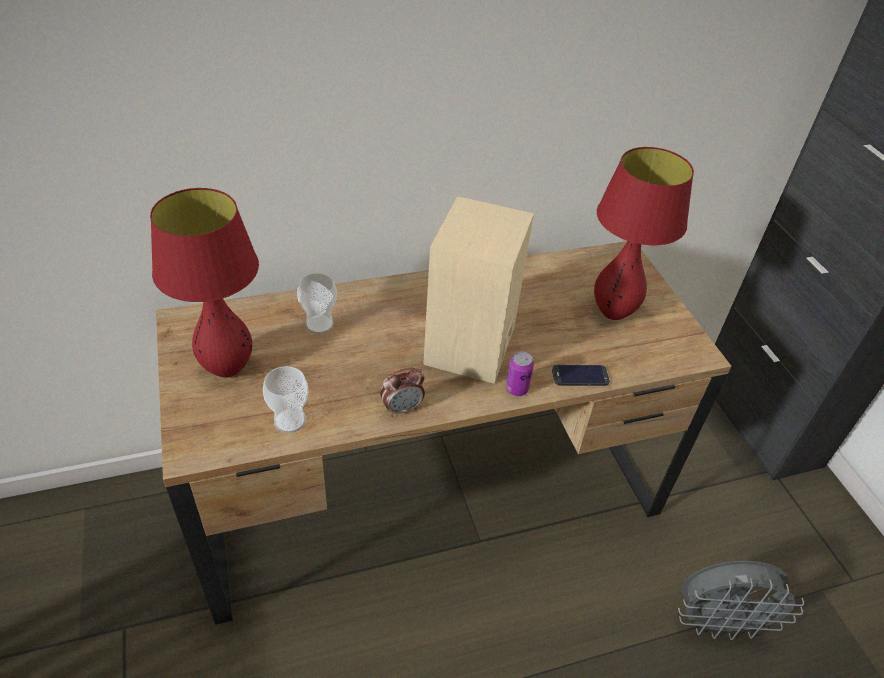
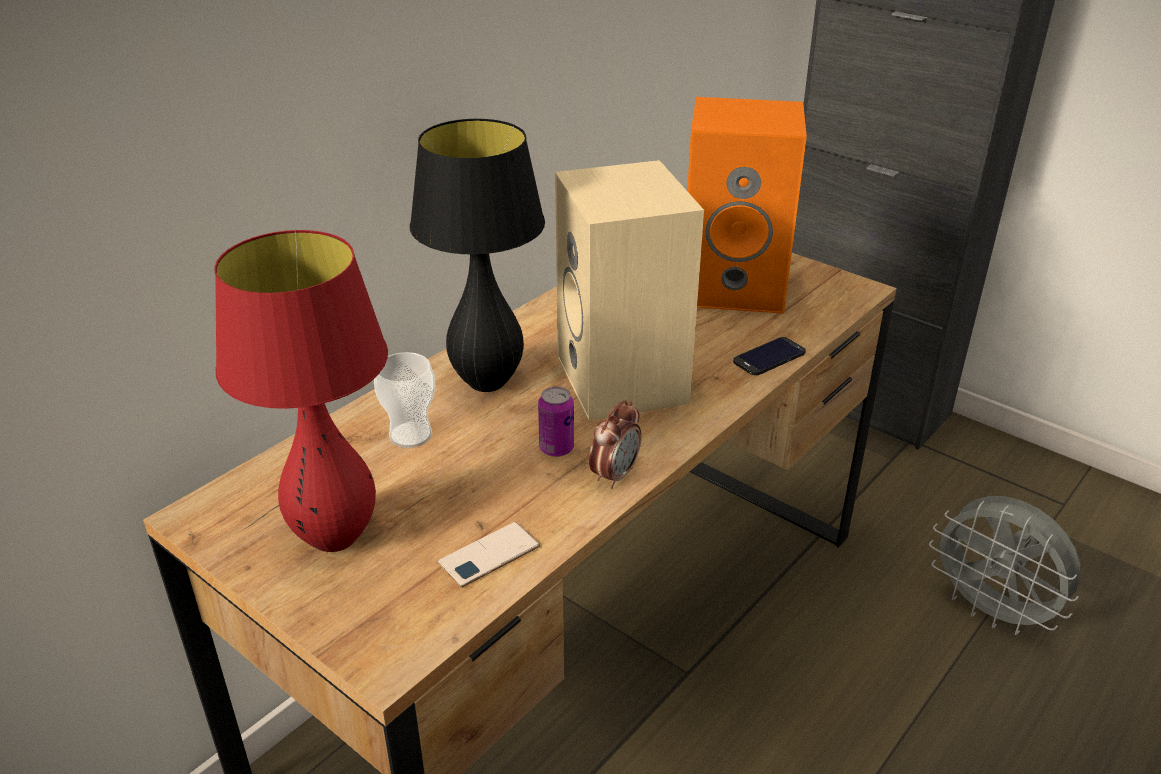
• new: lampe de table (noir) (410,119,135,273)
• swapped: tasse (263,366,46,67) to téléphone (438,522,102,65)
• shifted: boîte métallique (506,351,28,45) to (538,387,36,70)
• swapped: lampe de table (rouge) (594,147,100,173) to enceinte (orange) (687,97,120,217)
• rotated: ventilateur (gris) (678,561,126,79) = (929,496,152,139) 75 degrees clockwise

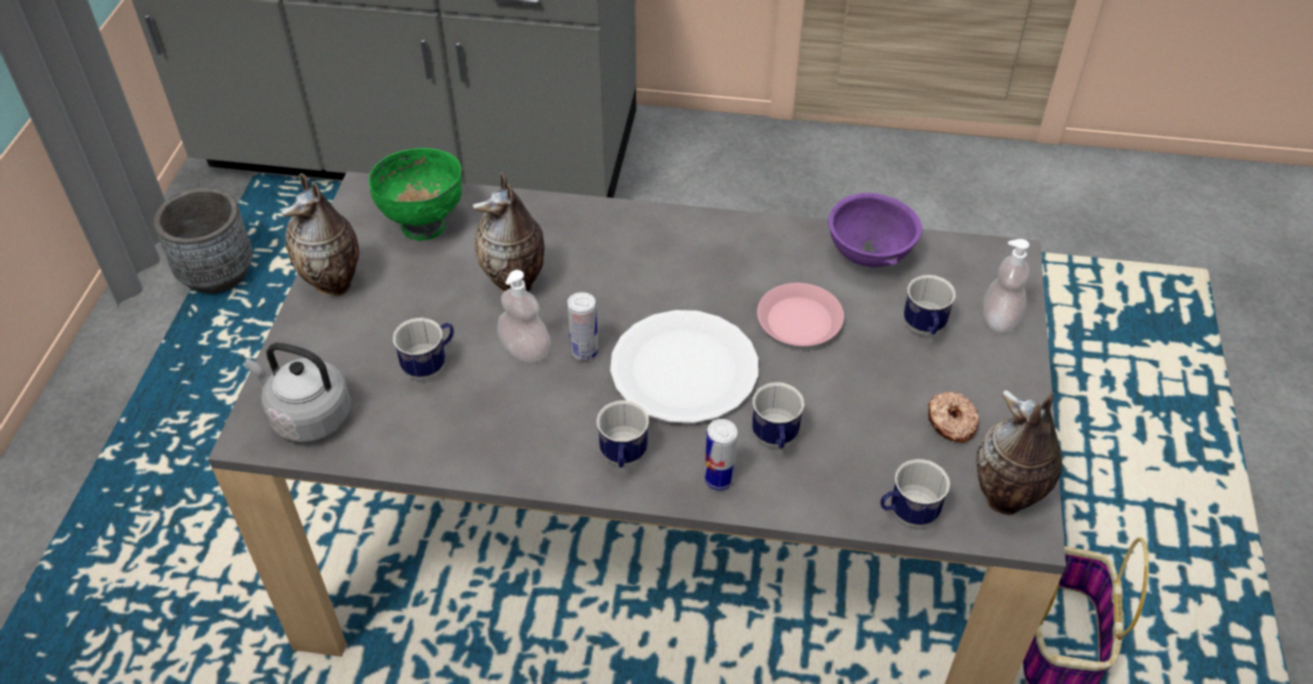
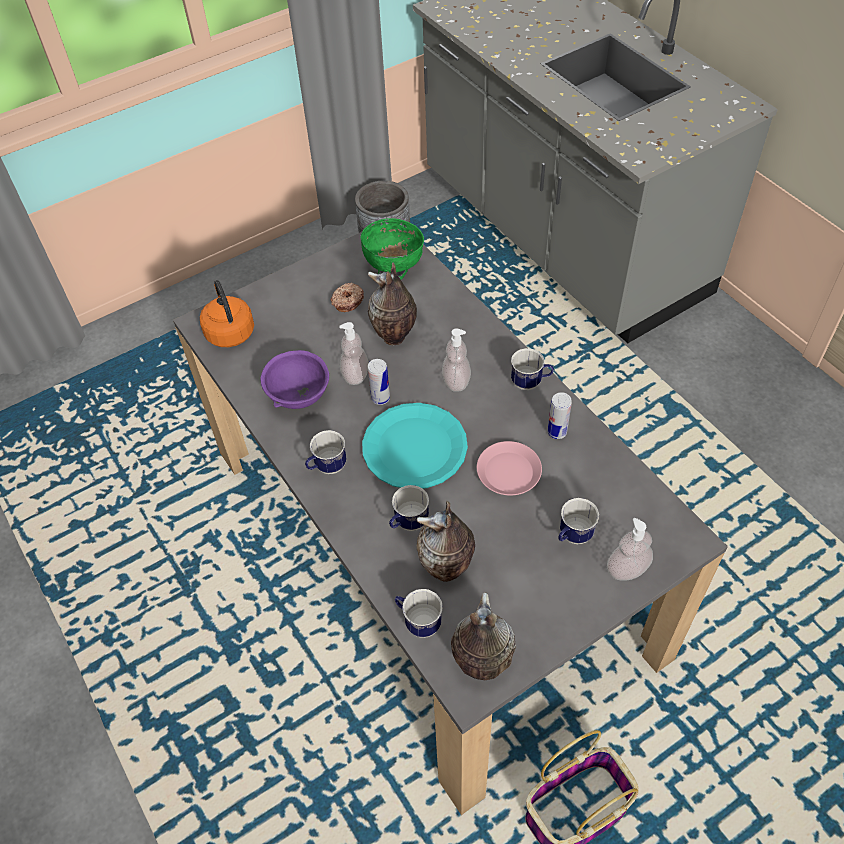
• repainted: bouilloire (gris) (245,343,106,99) to bouilloire (orange) (200,280,54,67)
• shifted: bol (violet) (828,193,94,74) to (260,350,69,59)
• shifted: beignet (928,392,51,51) to (331,282,33,30)
• repainted: assiette (blanc) (610,310,148,113) to assiette (turquoise) (362,403,106,86)
• shifted: vase (281,173,78,124) to (416,501,59,81)
• new: distributeur de savon (442,328,29,64)
• shifted: mug (393,318,61,62) to (511,348,43,42)
• shifted: boîte métallique (704,419,34,71) to (548,392,24,47)

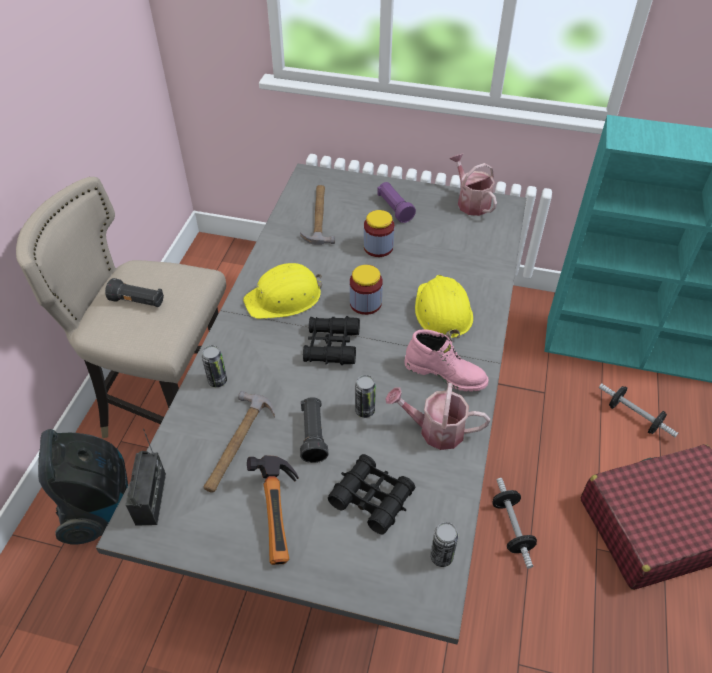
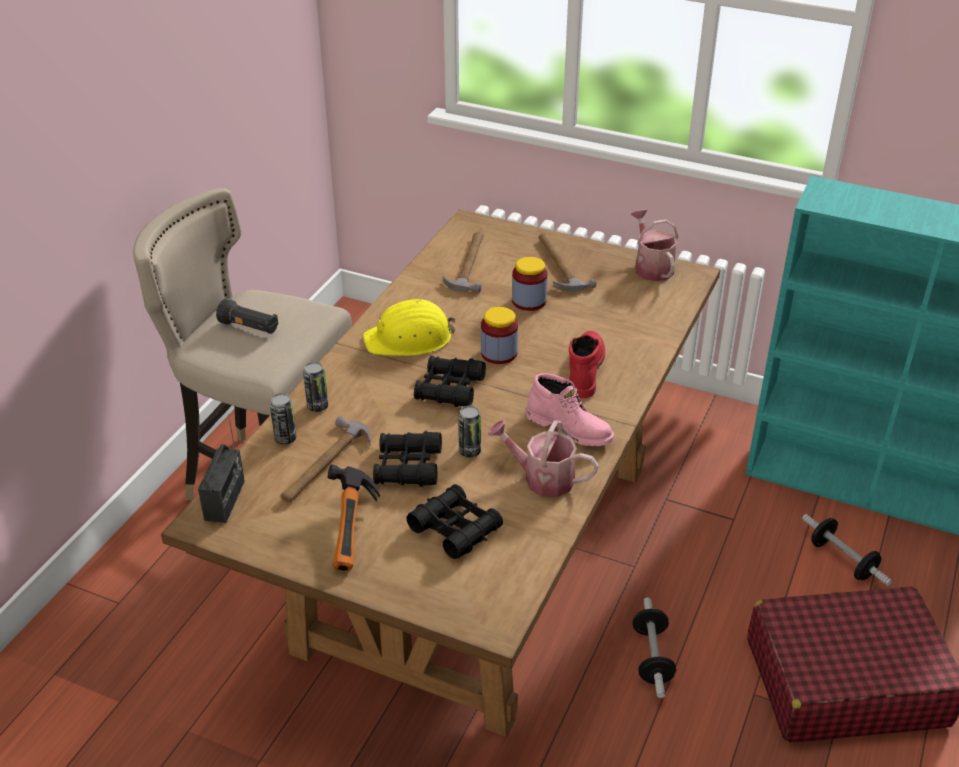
• repainted: table à manger (gris) (96,164,430,481) to table à manger (marron) (161,209,560,528)
• shifted: boîte métallique (430,522,28,45) to (270,393,27,51)
• swapped: lampe de poche (noir) (300,397,28,66) to jumelles (noir) (373,431,69,56)
• swapped: lampe de poche (violet) (377,182,39,41) to marteau (539,233,57,59)
• swapped: casque de chantier (jaune) (415,275,58,66) to botte (rouge) (569,331,36,68)
• gone: aspirateur (38,429,90,116)

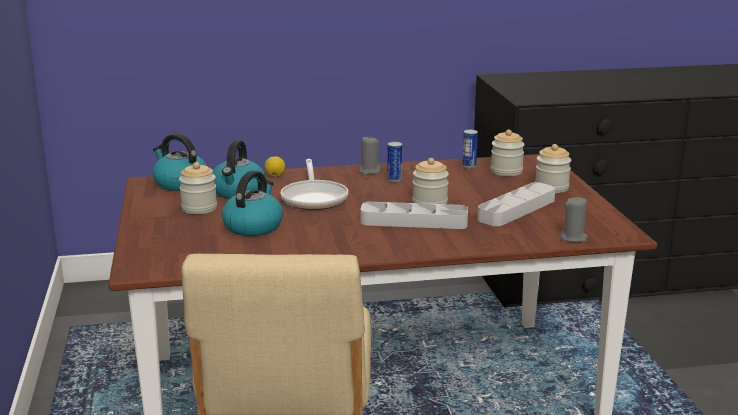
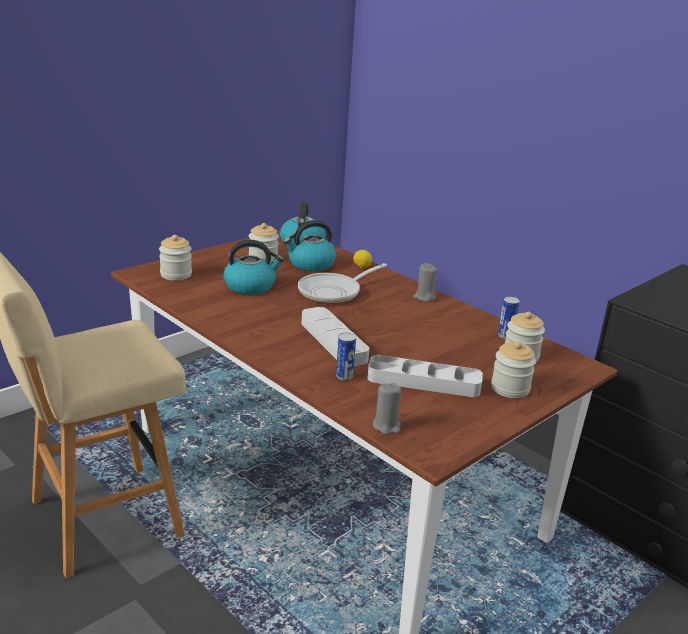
• shifted: bocal (412,158,37,46) to (159,235,33,46)
• shifted: boîte métallique (387,142,15,40) to (336,333,20,48)

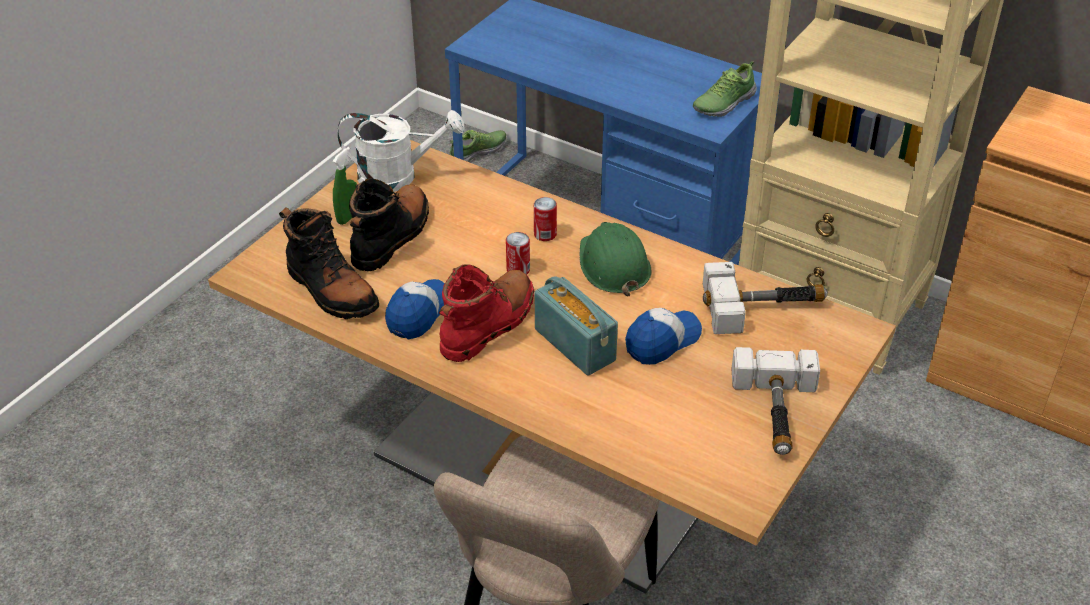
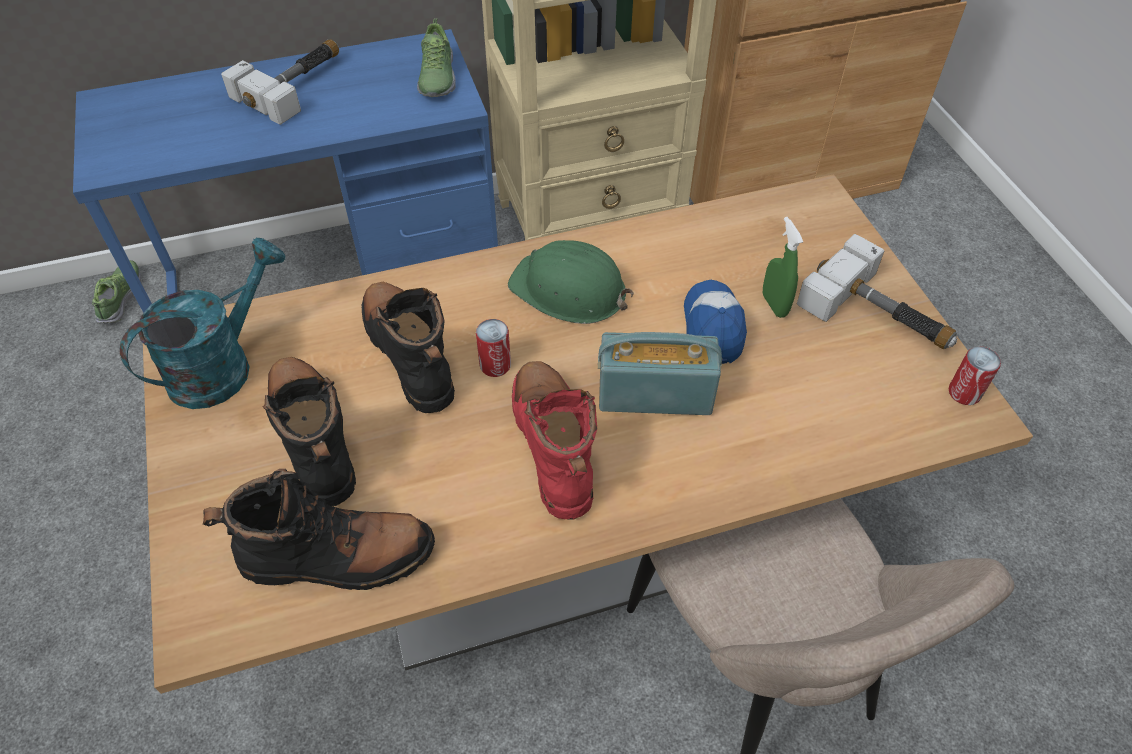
• repainted: arrosoir (blanc) (337,110,128,82) to arrosoir (turquoise) (120,238,166,171)
• shifted: marteau (703,262,125,72) to (221,39,118,86)
• new: botte (noir) (362,281,93,132)
• shifted: vaporisateur (vert) (332,147,25,78) to (763,217,40,101)
• shifted: boîte métallique (534,197,23,44) to (948,346,53,59)
• gone: casquette (385,279,60,60)

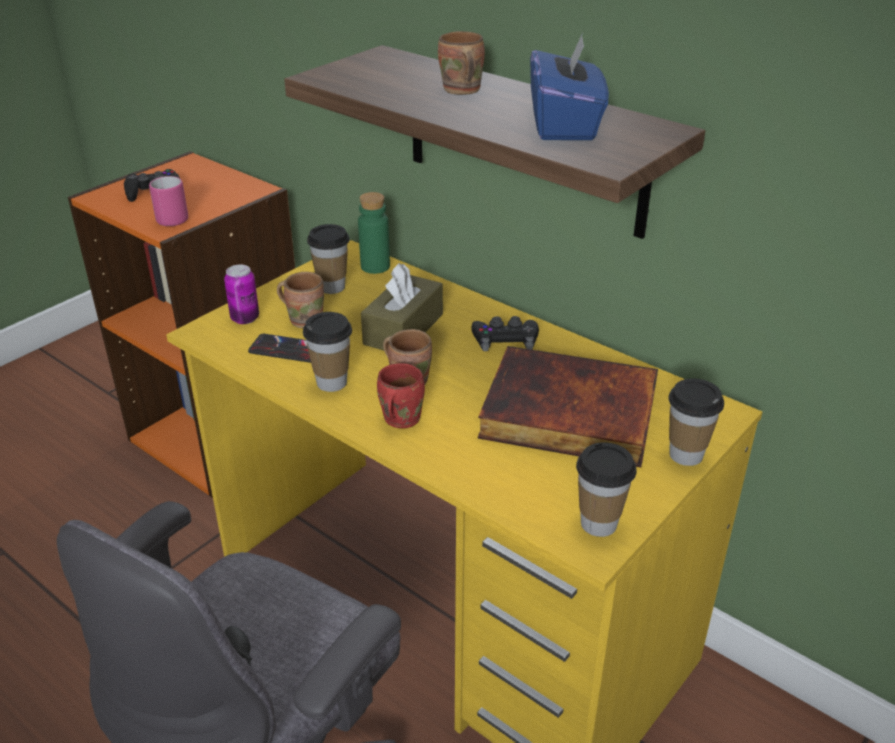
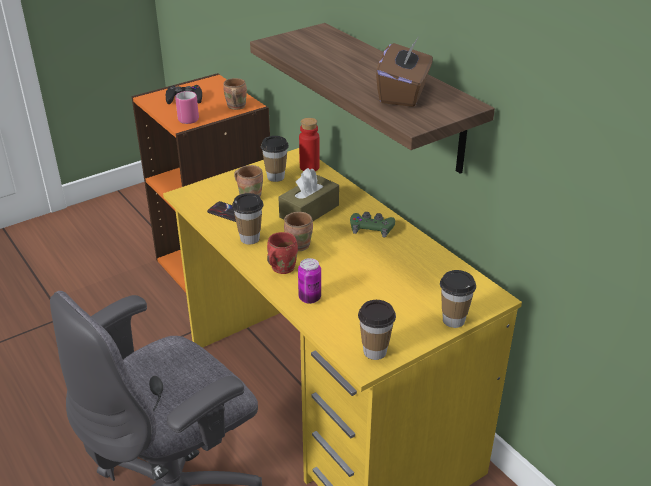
• shifted: mug (marron) (438,31,47,64) to (223,78,24,32)
• shifted: boîte métallique (224,265,35,59) to (298,258,23,46)
• repainted: bouteille (vert) (358,192,32,82) to bouteille (rouge) (299,118,21,53)
• repainted: manette (noir) (472,316,67,35) to manette (vert) (350,212,45,25)
• repainted: boîte à mouchoirs (bleu) (530,33,79,107) to boîte à mouchoirs (marron) (376,38,57,69)
• gone: livre (478,346,180,121)

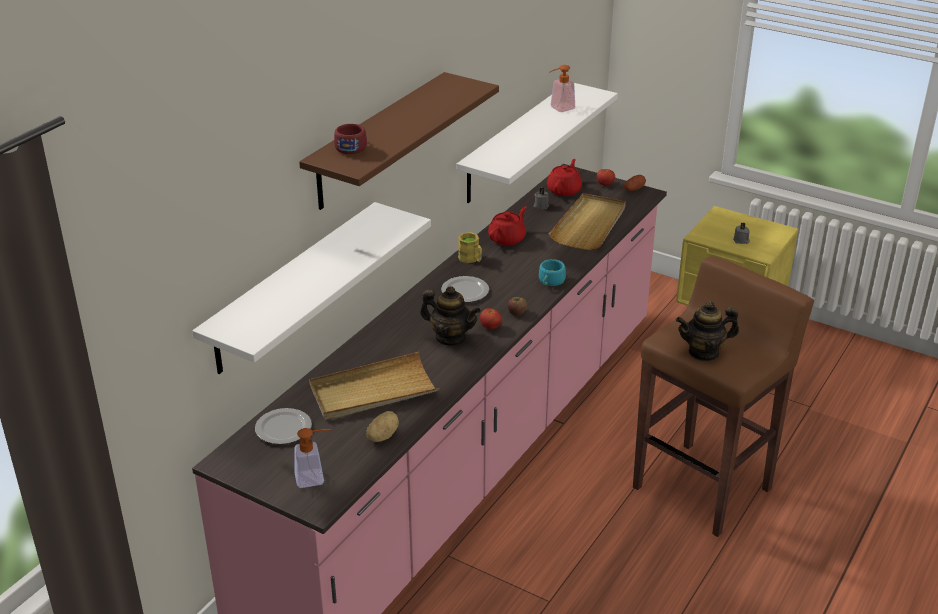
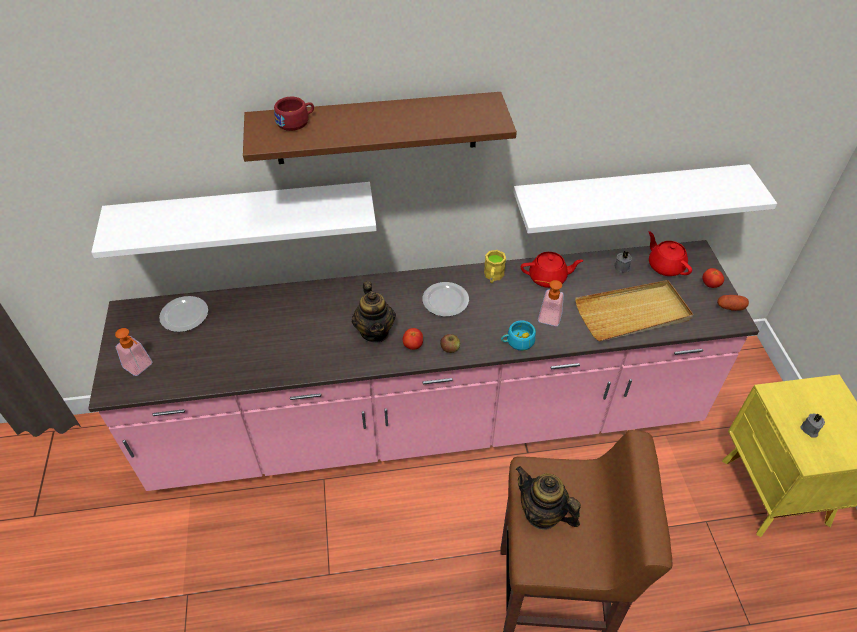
• shifted: distributeur de savon (549,65,26,47) to (535,280,29,46)
• rotated: théière (rouge) (547,159,35,37) = (649,231,43,45) 105 degrees counterclockwise
• gone: plateau (beige) (309,352,130,68)
• gone: pomme de terre (366,411,33,31)

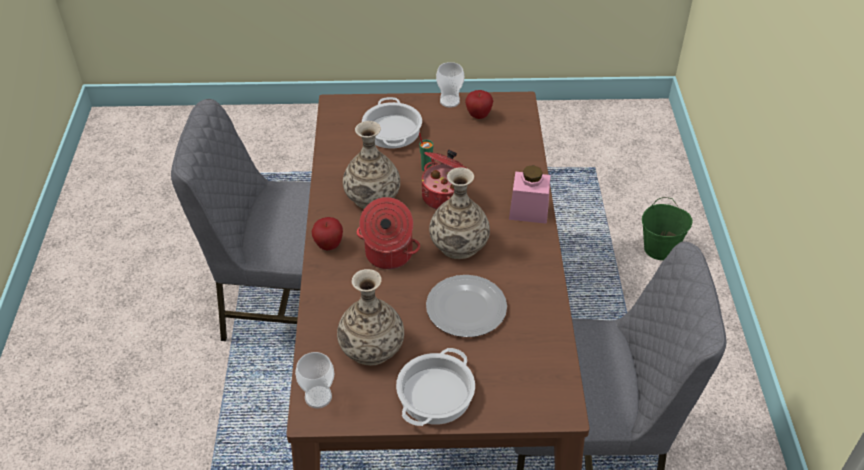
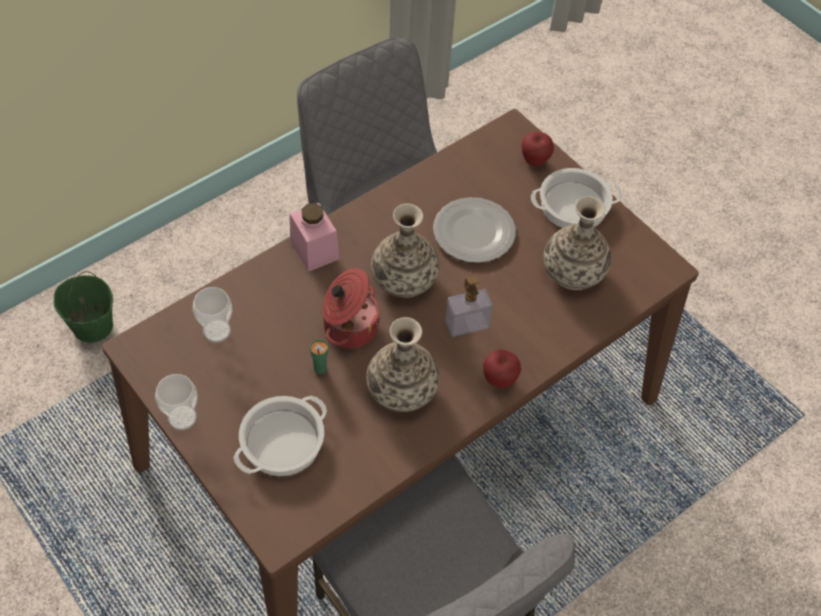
• shifted: tasse (295,352,39,56) to (193,287,39,56)
• swapped: marmite (357,197,63,72) to distributeur de savon (445,276,47,61)
• shifted: pomme (465,90,28,29) to (521,131,33,35)

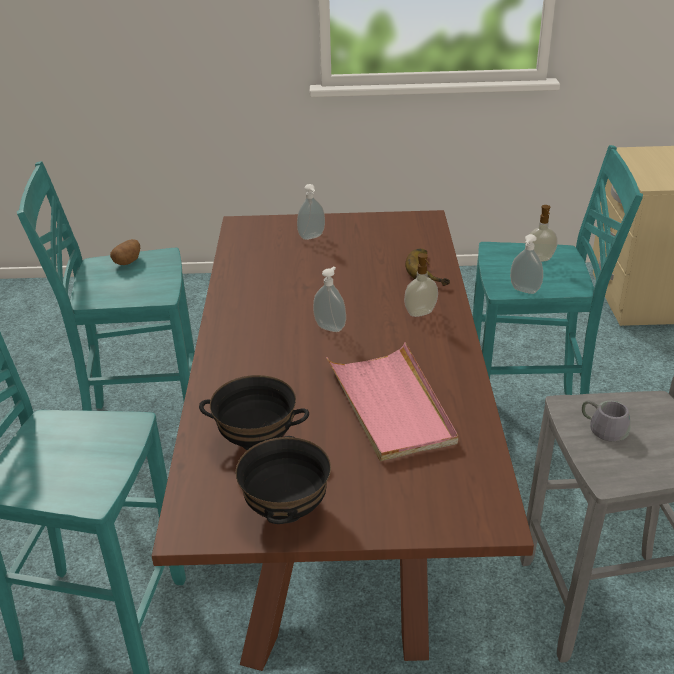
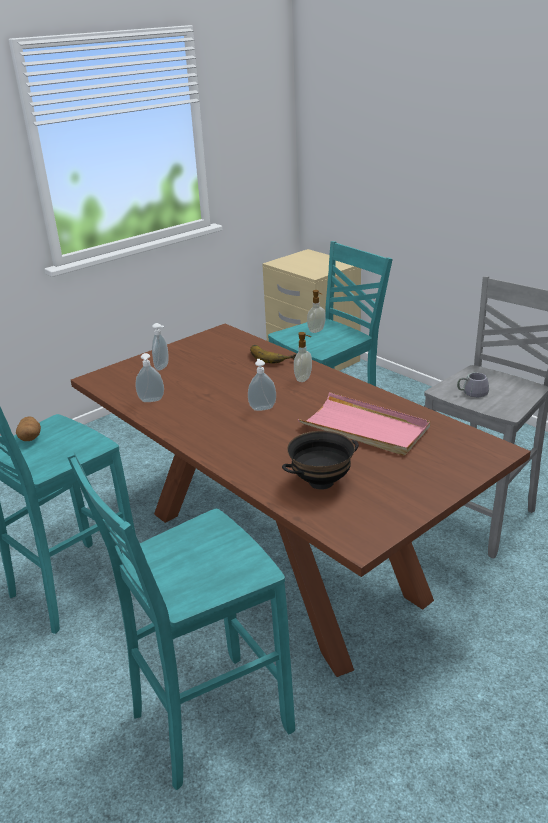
• shifted: distributeur de savon (510,234,33,60) to (136,353,28,49)
• gone: bol (noir) (236,436,95,88)

